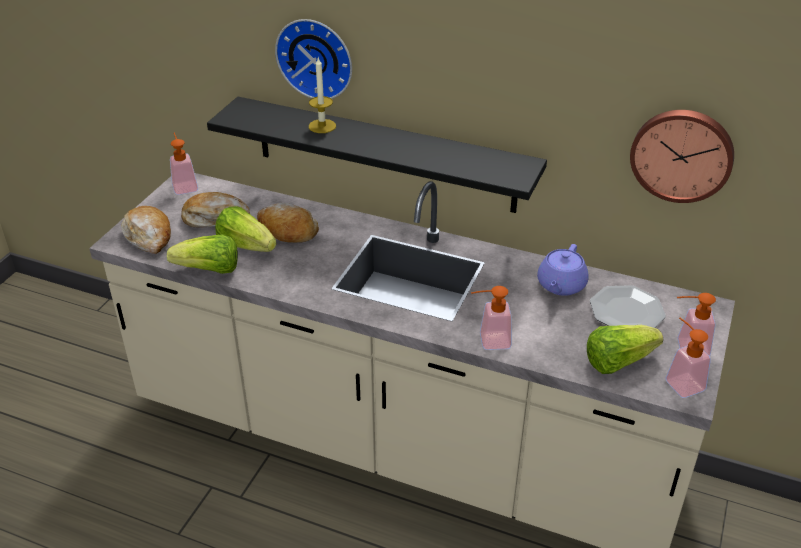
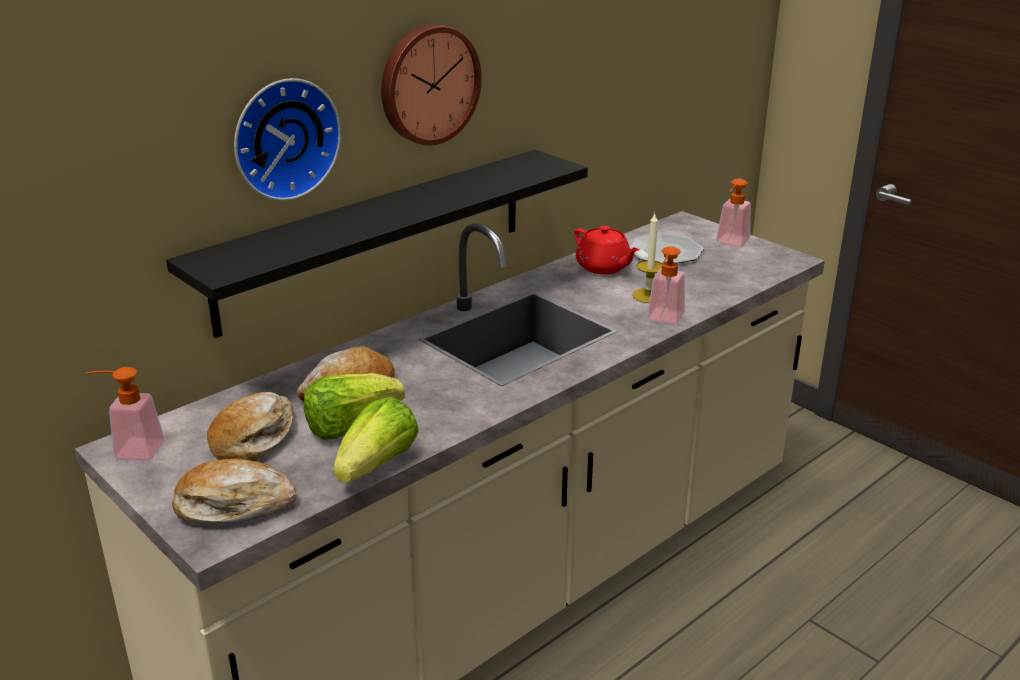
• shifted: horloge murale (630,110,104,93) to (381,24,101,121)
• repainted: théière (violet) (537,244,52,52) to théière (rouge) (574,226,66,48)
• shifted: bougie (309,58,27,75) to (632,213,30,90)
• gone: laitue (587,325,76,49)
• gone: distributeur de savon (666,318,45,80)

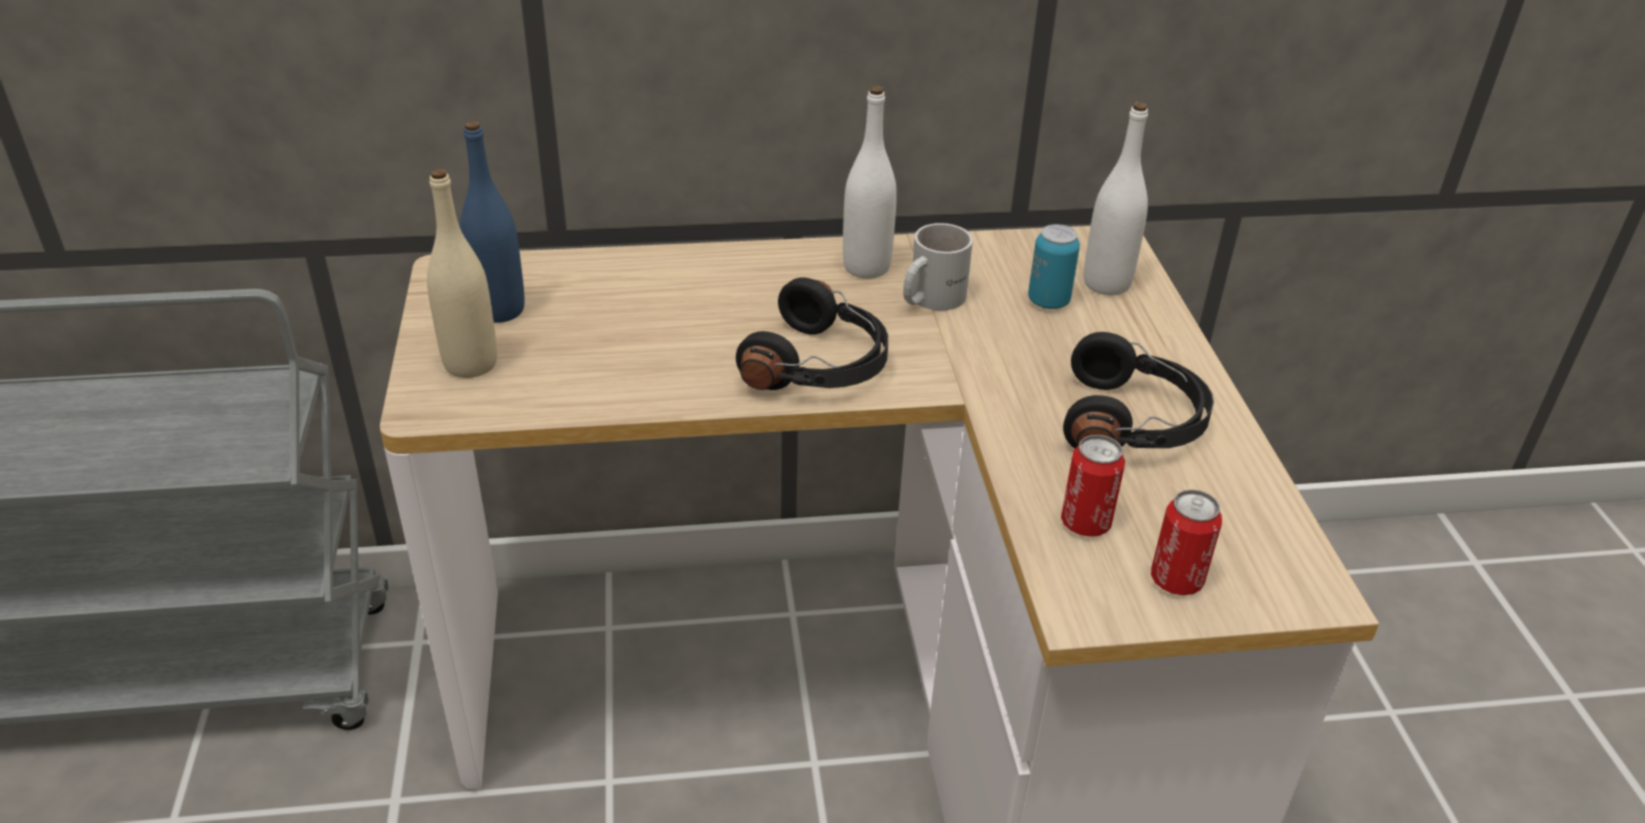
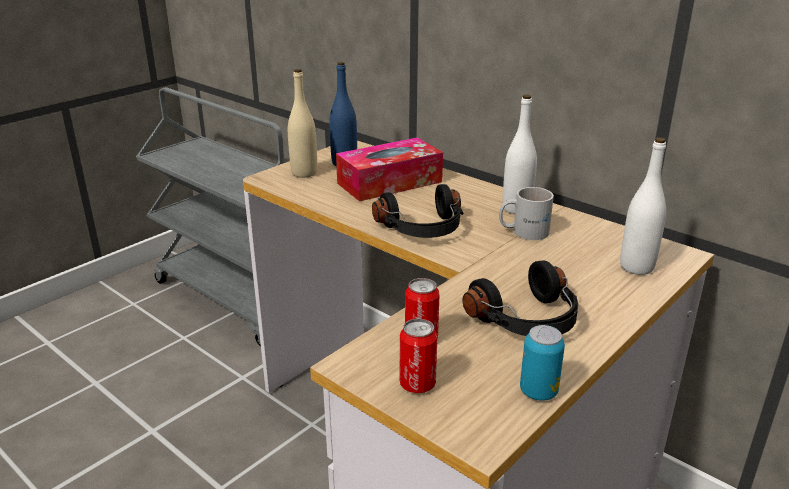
• new: boîte à mouchoirs (336,137,107,64)
• shifted: boîte métallique (1028,224,52,85) to (520,325,45,76)

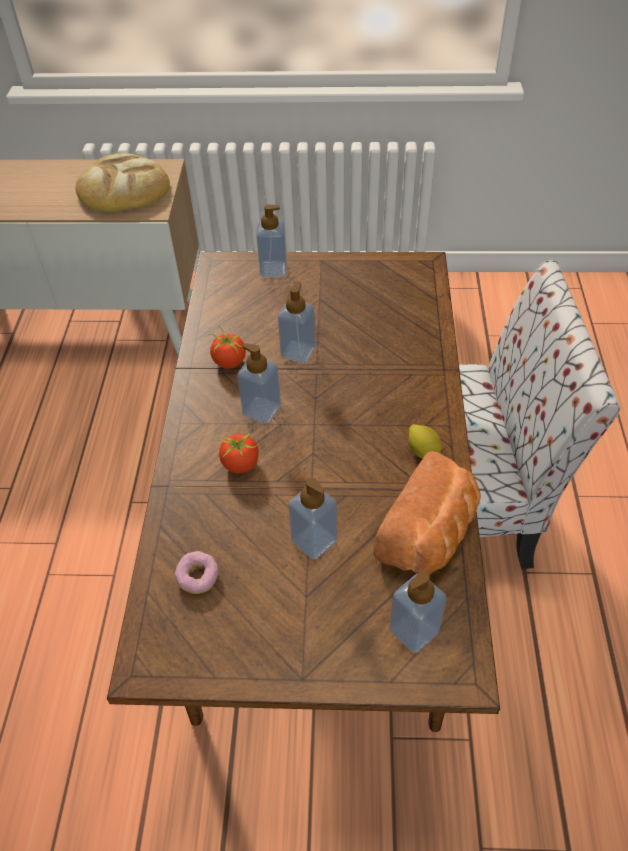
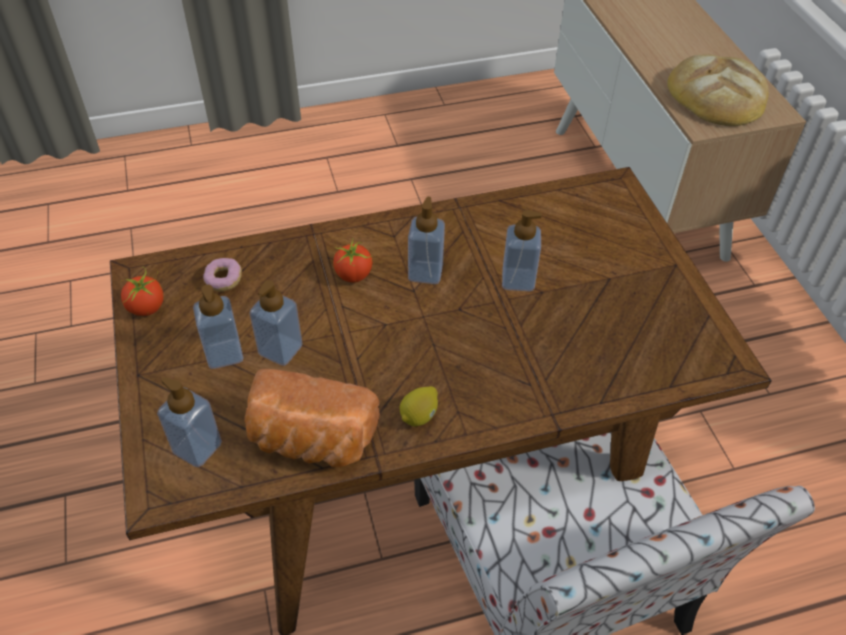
• shifted: tomate (208,328,38,41) to (121,267,43,49)
• shifted: distributeur de savon (256,204,31,73) to (193,285,51,84)

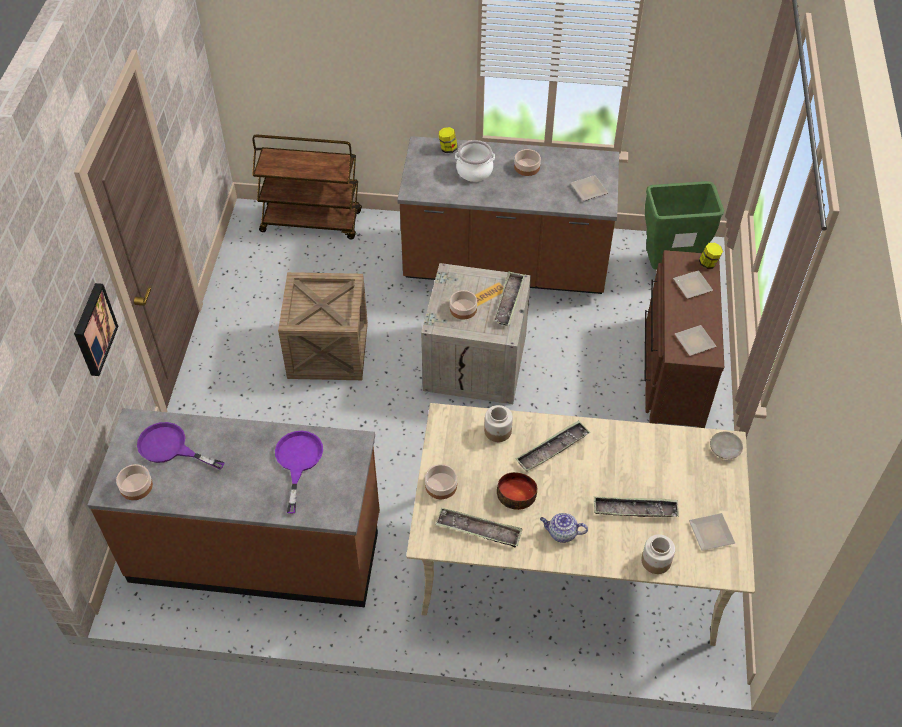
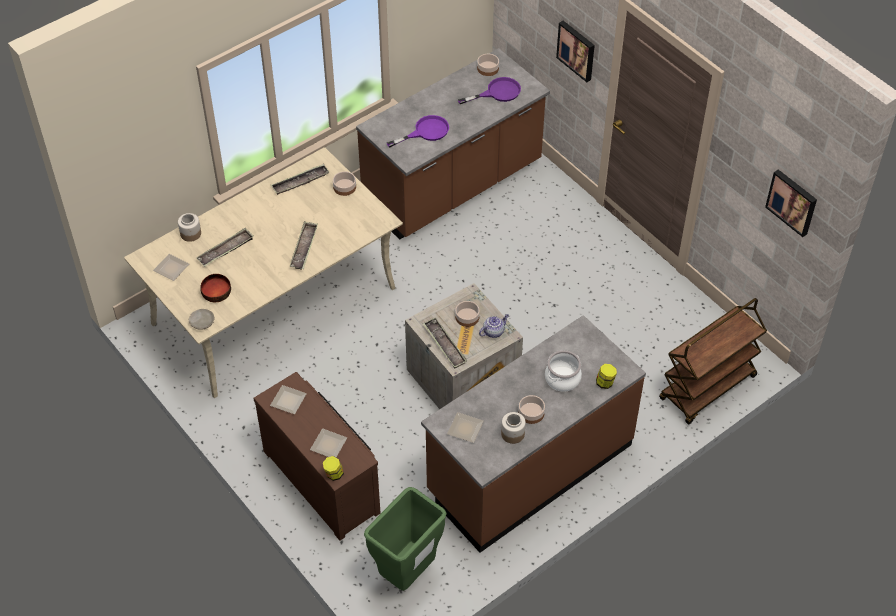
• shifted: bol (497,472,40,38) to (200,274,31,28)
• rotated: poêle (violet) (275,431,48,83) = (387,115,62,32) 75 degrees counterclockwise
• shifted: théière (540,513,48,30) to (479,314,30,24)
• shifted: bocal (484,405,29,37) to (501,412,25,32)
• new: tableau (765,169,52,68)
• gone: caisse (278,272,90,108)

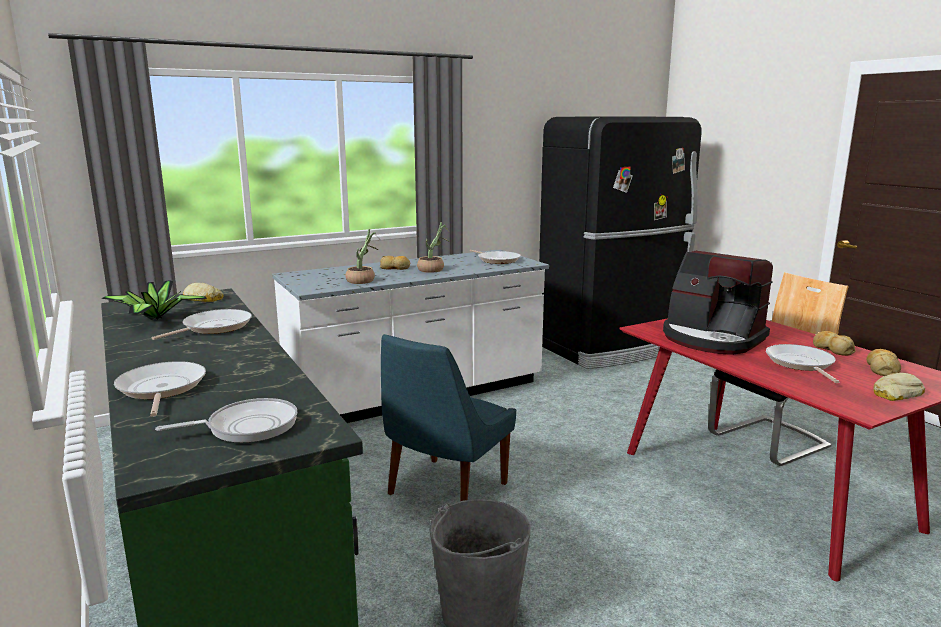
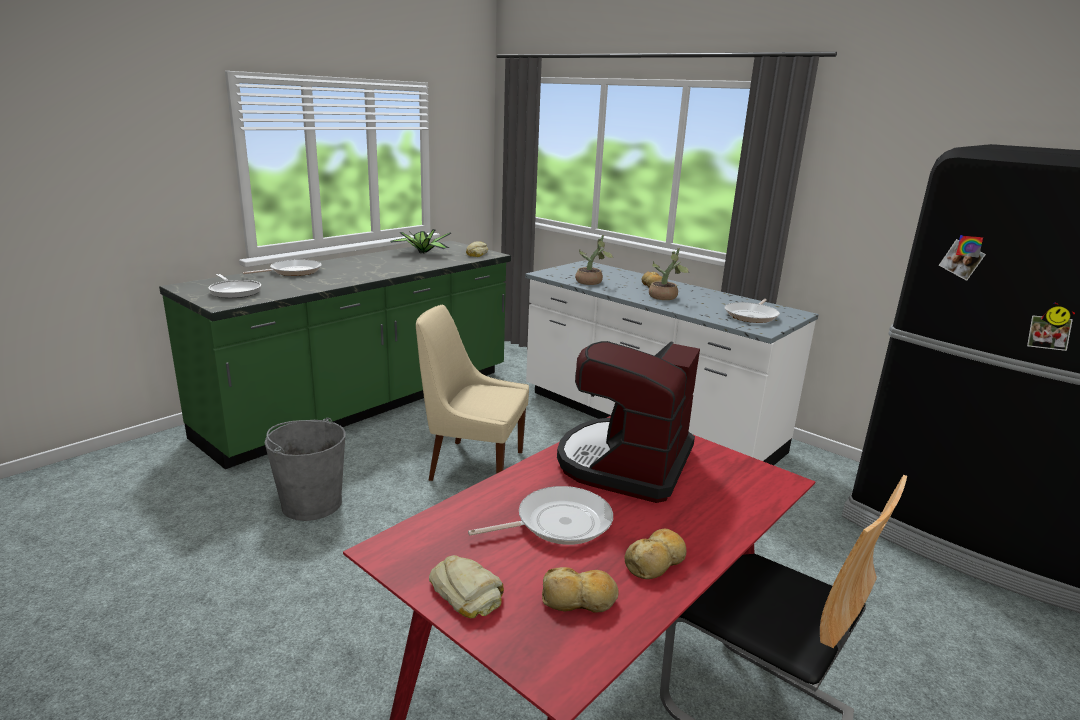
• repainted: chaise (bleu) (381,334,135,167) to chaise (beige) (416,305,113,176)
• gone: poêle (152,309,100,31)

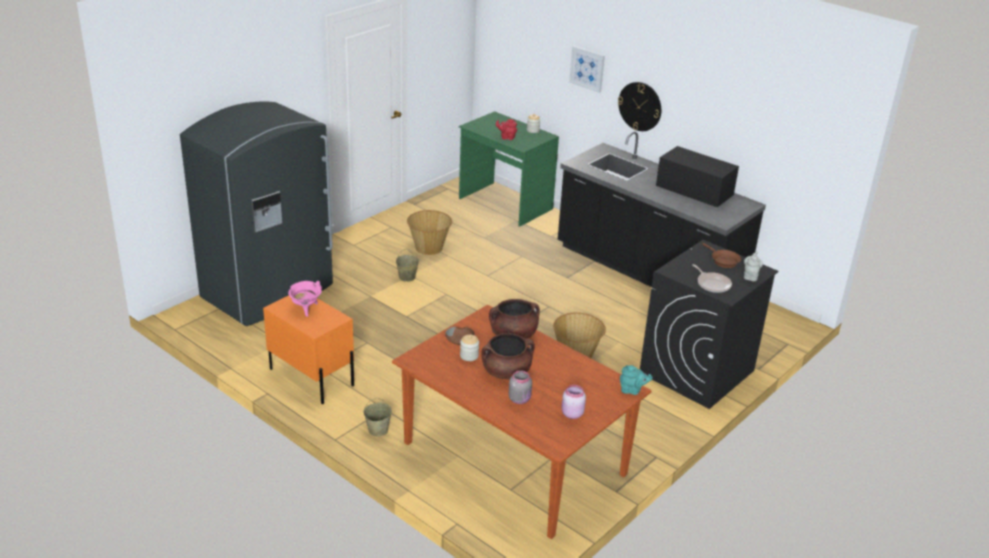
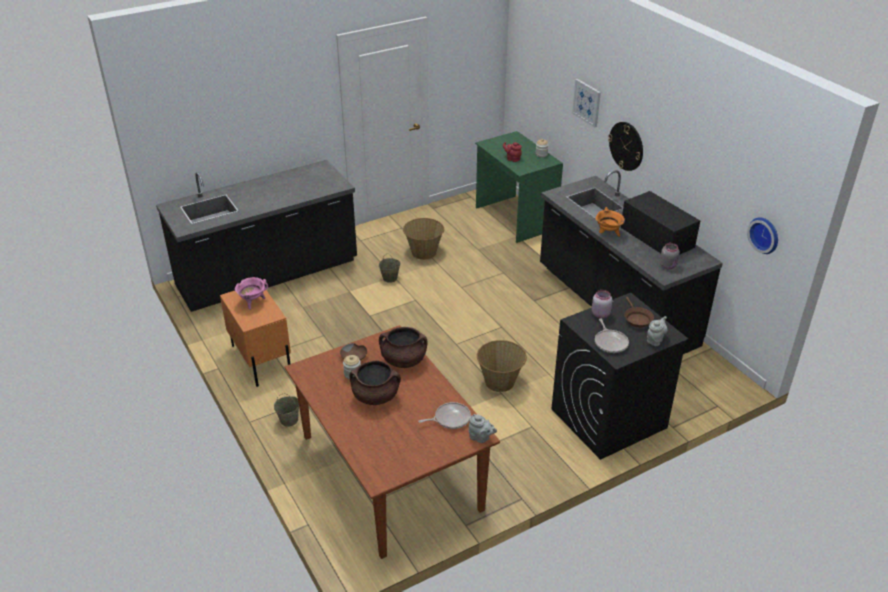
• swapped: réfrigérateur (gris) (180,101,153,225) to comptoir de cuisine (noir) (156,160,201,152)
• new: poêle (418,402,53,27)
• repainted: théière (turquoise) (620,365,33,30) to théière (gris) (469,414,28,29)
• shifted: bocal (rose) (562,385,24,34) to (592,290,20,28)
• new: marmite (orange) (595,207,30,30)
• shifted: bocal (gris) (509,370,23,34) to (660,243,20,26)
• new: horloge murale (747,218,31,36)

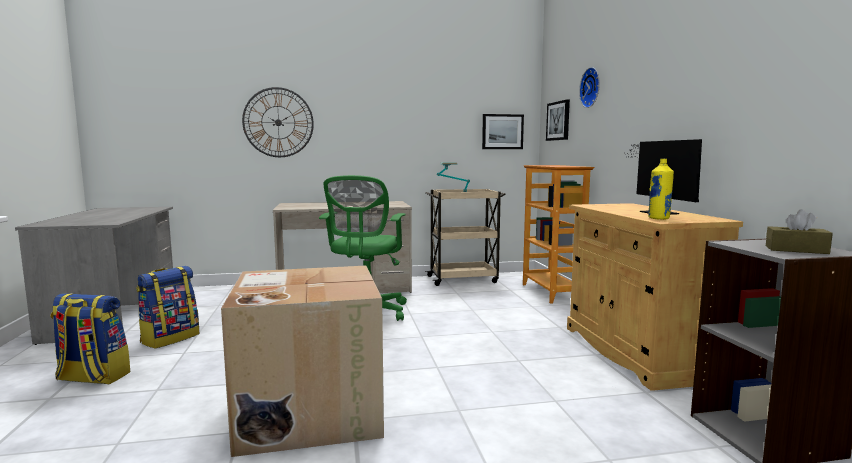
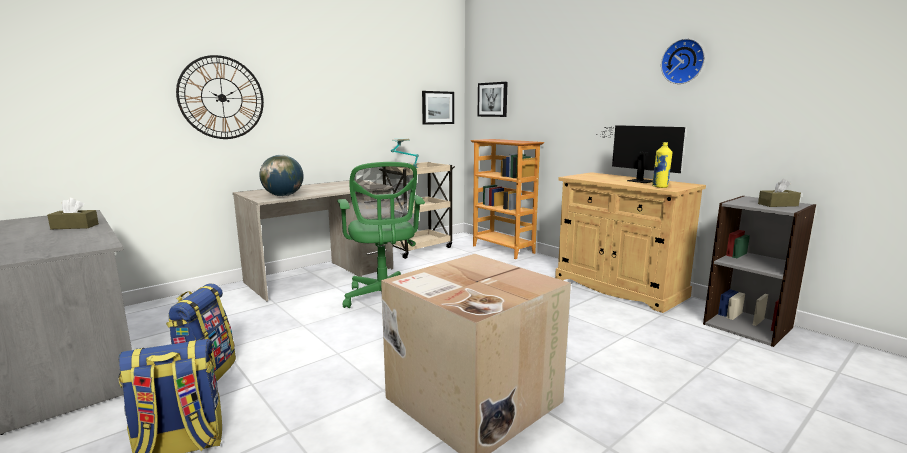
• new: boîte à mouchoirs (marron) (47,198,52,31)
• new: globe (259,155,45,41)
• shifted: horloge murale (579,67,21,41) to (661,39,44,45)

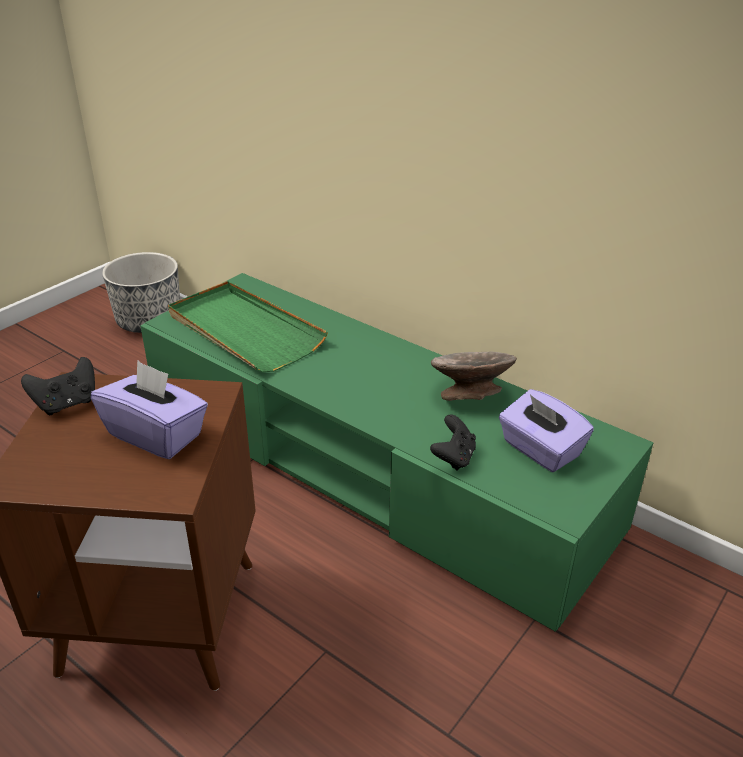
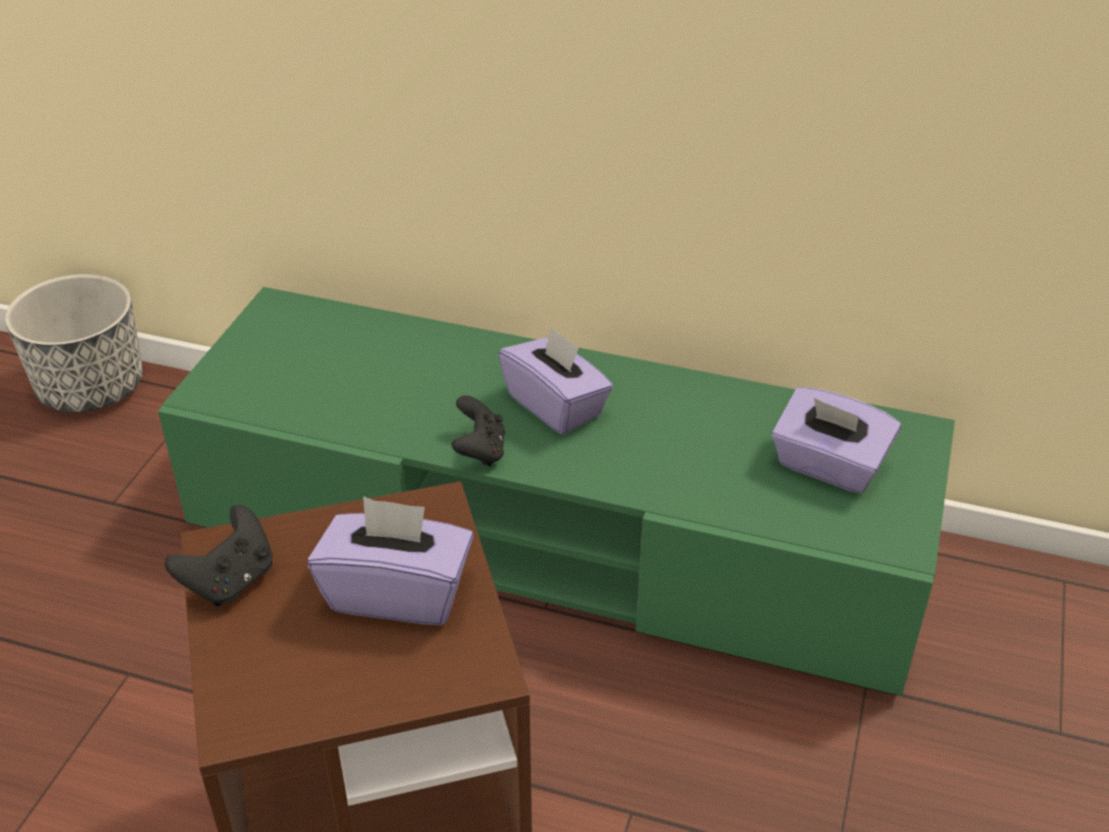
• shifted: manette (noir) (430,414,46,57) to (452,395,53,71)
• new: boîte à mouchoirs (violet) (498,326,115,109)
• gone: plateau (vert) (168,281,160,91)
• gone: bol (gris) (431,352,86,49)

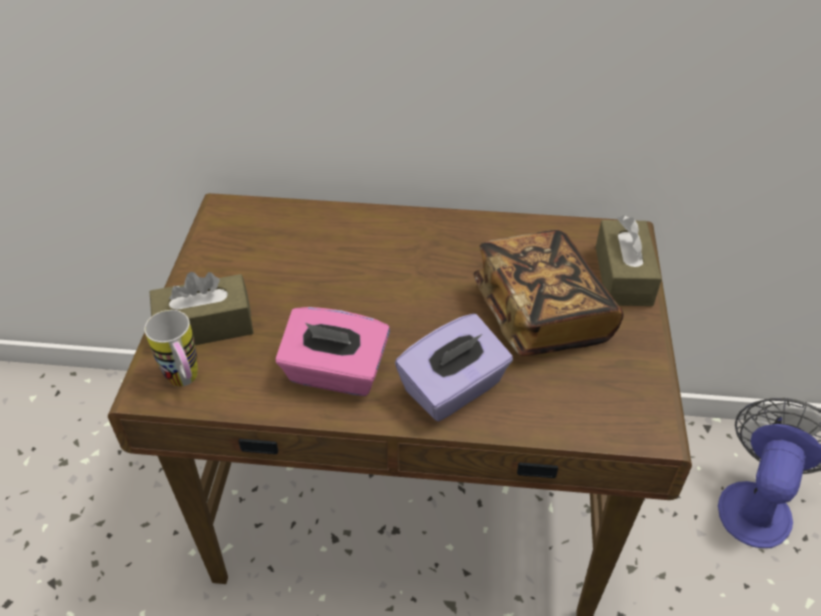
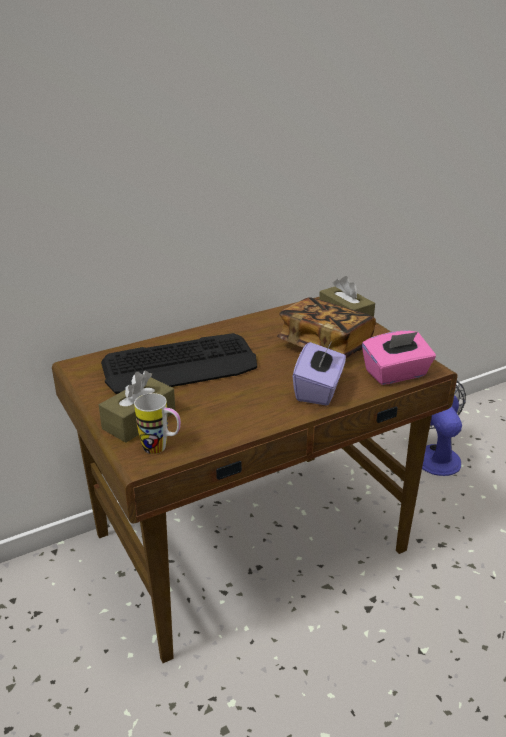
• new: clavier (101,333,156,61)
• shifted: boîte à mouchoirs (rose) (275,307,115,89) to (362,330,74,55)

